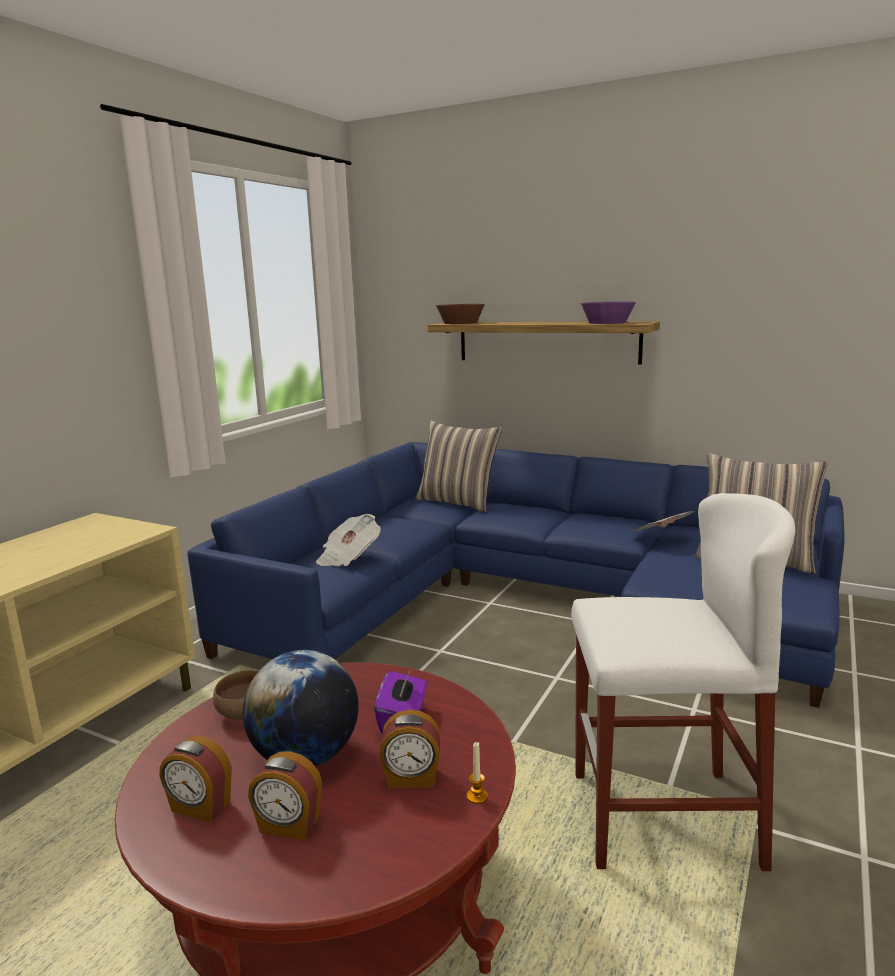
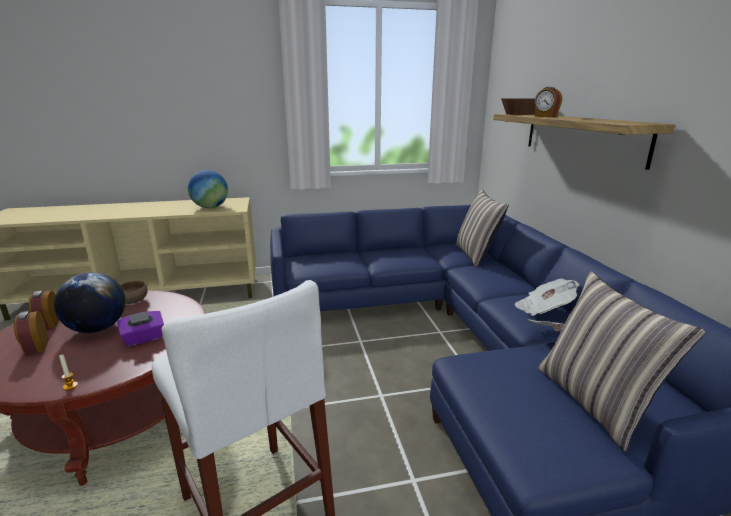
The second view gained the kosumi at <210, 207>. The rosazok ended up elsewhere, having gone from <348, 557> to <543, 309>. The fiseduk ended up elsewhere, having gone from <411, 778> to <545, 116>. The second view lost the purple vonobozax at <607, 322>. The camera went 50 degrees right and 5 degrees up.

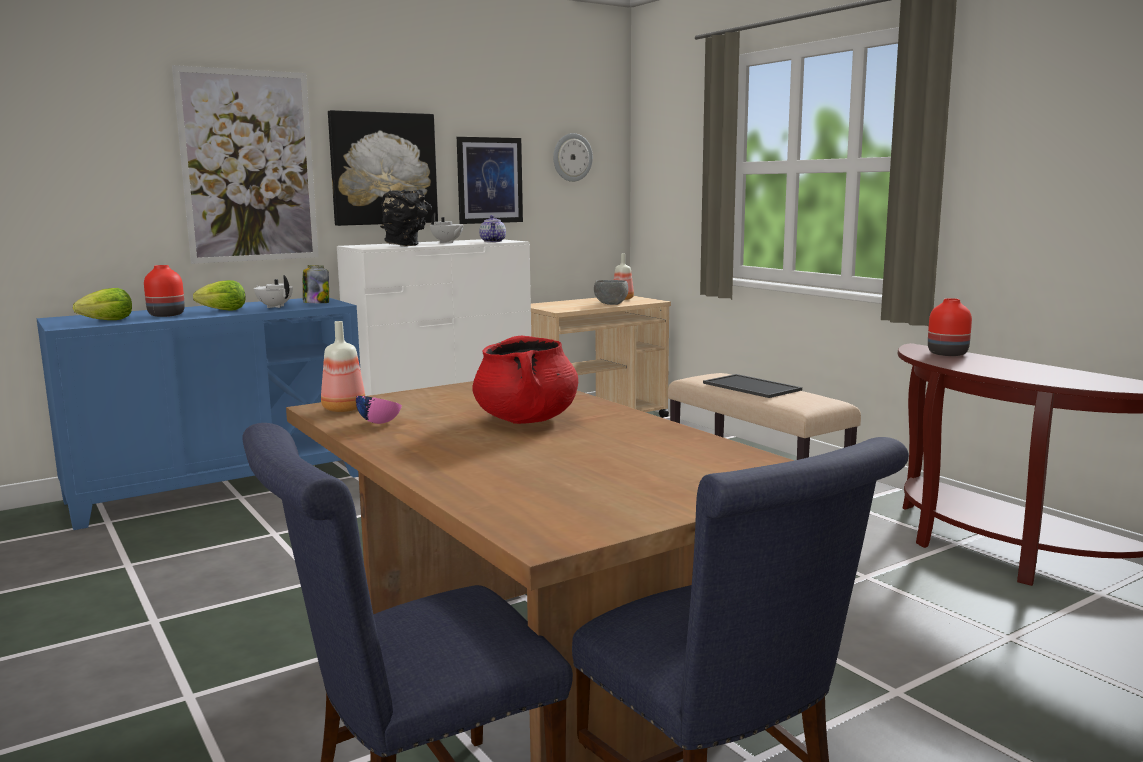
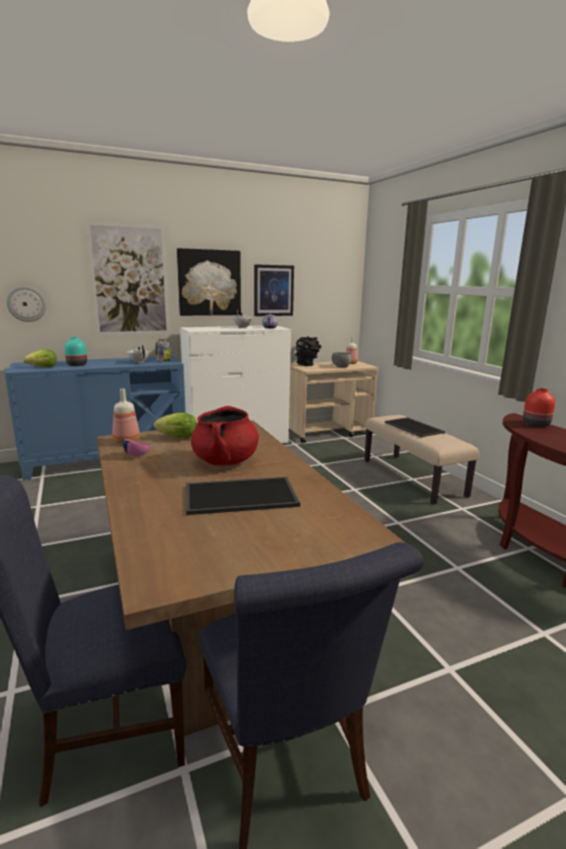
The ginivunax ended up elsewhere, having gone from <572, 157> to <26, 304>. What was the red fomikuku at <165, 315> turned into the turquoise fomikuku at <76, 365>. The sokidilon ended up elsewhere, having gone from <223, 310> to <178, 438>. The second view gained the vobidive at <241, 495>. The black fomikuku ended up elsewhere, having gone from <406, 245> to <307, 365>. The camera went 10 degrees right and 5 degrees up.

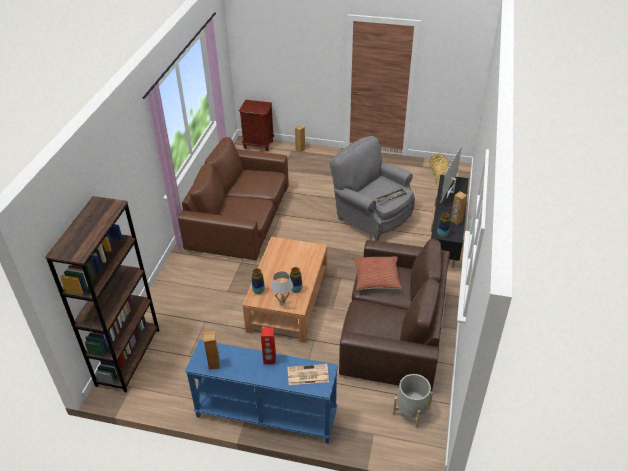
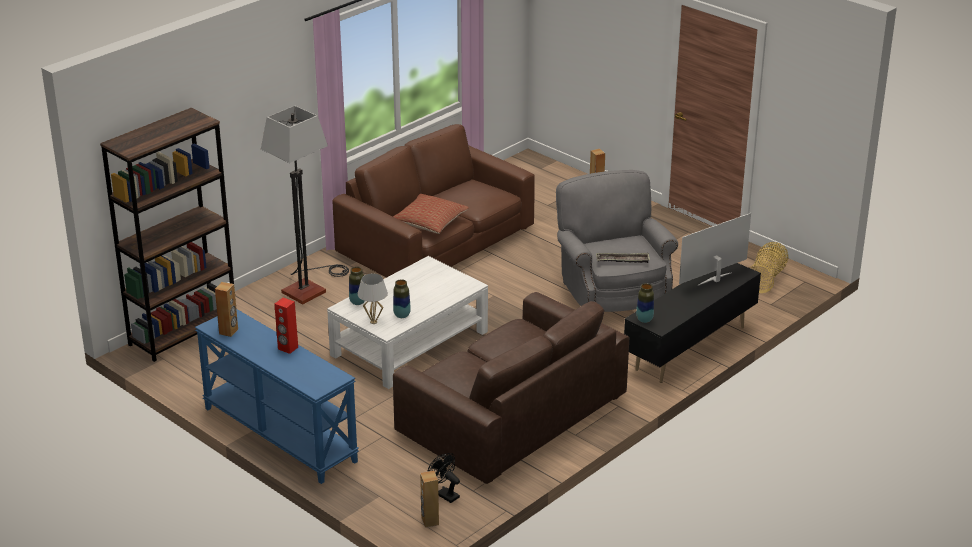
The second view gained the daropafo at <310, 287>. What was the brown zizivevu at <288, 301> turned into the white zizivevu at <409, 344>. The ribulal ended up elsewhere, having gone from <376, 278> to <429, 222>. The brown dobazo ended up elsewhere, having gone from <456, 221> to <429, 521>. Where the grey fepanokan stood at <411, 411>, the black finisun came to stand at <444, 494>. The second view lost the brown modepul at <258, 145>. The second view lost the rosazok at <307, 375>. The camera went 30 degrees right and 10 degrees down.

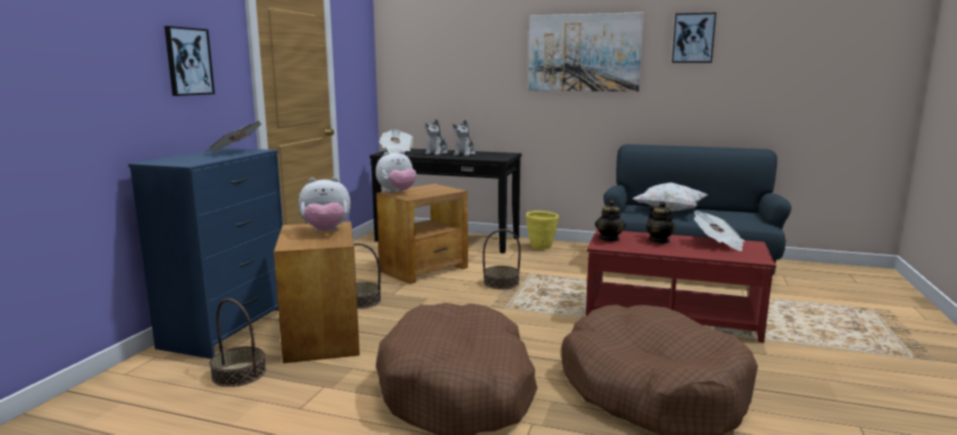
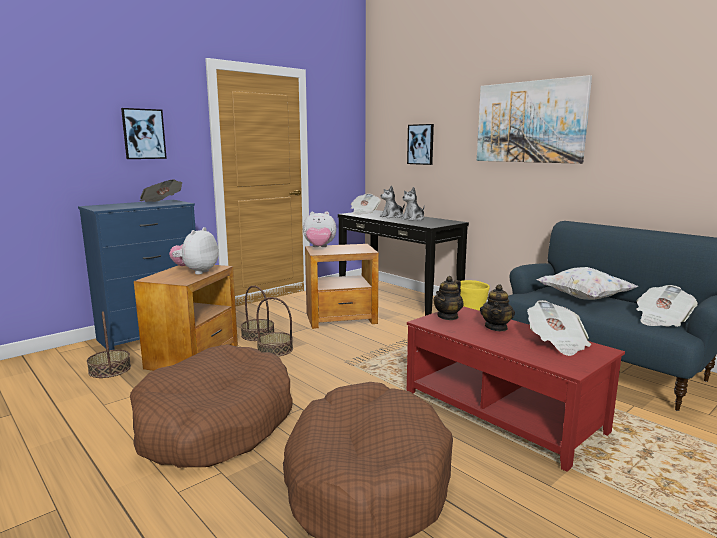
The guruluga at <326, 232> ended up facing another way, 90 degrees clockwise from before. The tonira ended up elsewhere, having gone from <501, 283> to <275, 350>. The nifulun ended up elsewhere, having gone from <693, 38> to <421, 144>. The second view gained the rosazok at <661, 320>. The camera went 30 degrees right and 0 degrees up.

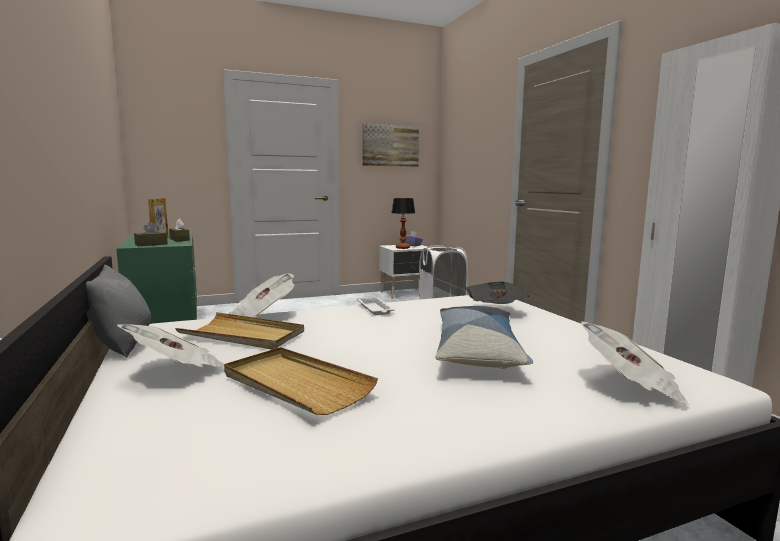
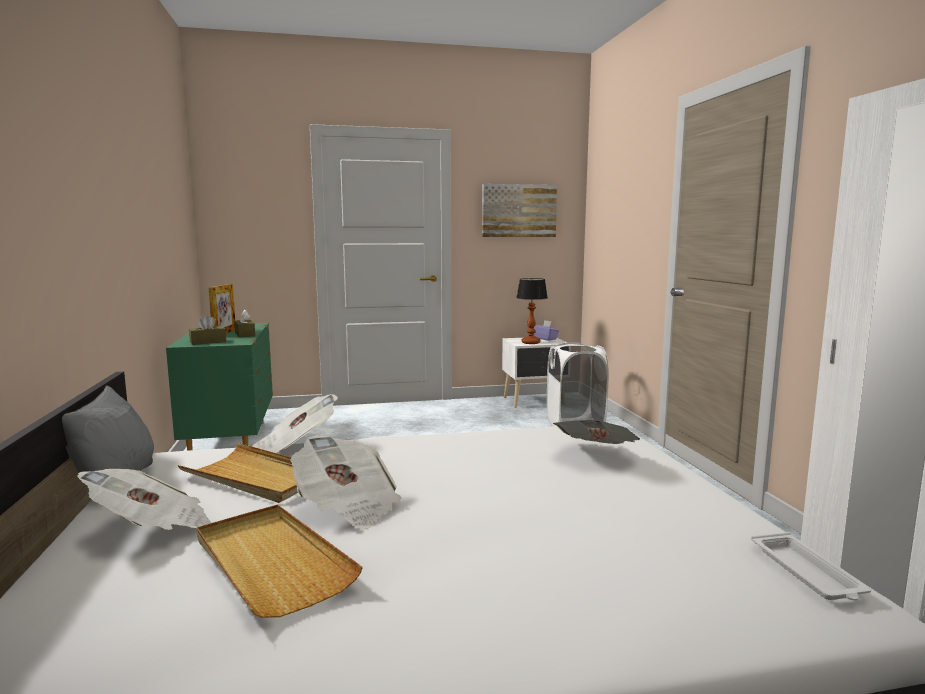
The rosazok ended up elsewhere, having gone from <631, 386> to <347, 507>. The white vobidive ended up elsewhere, having gone from <375, 309> to <807, 573>. The second view lost the ribulal at <477, 350>. The camera went 10 degrees right and 0 degrees up.

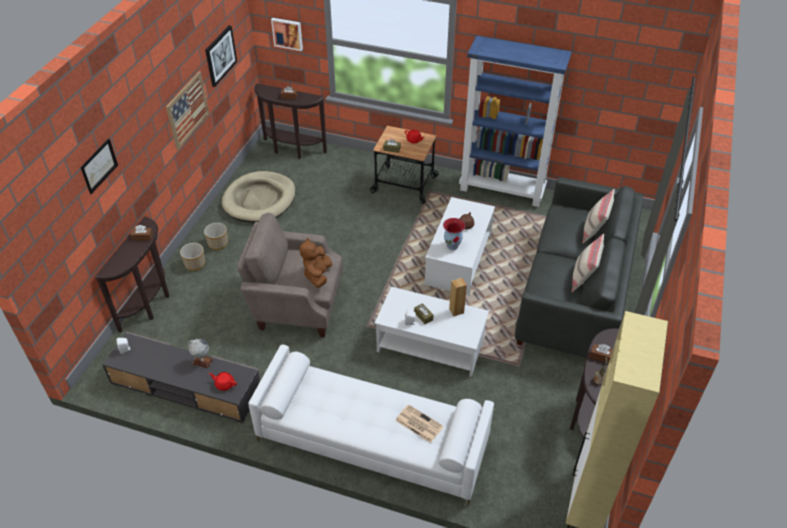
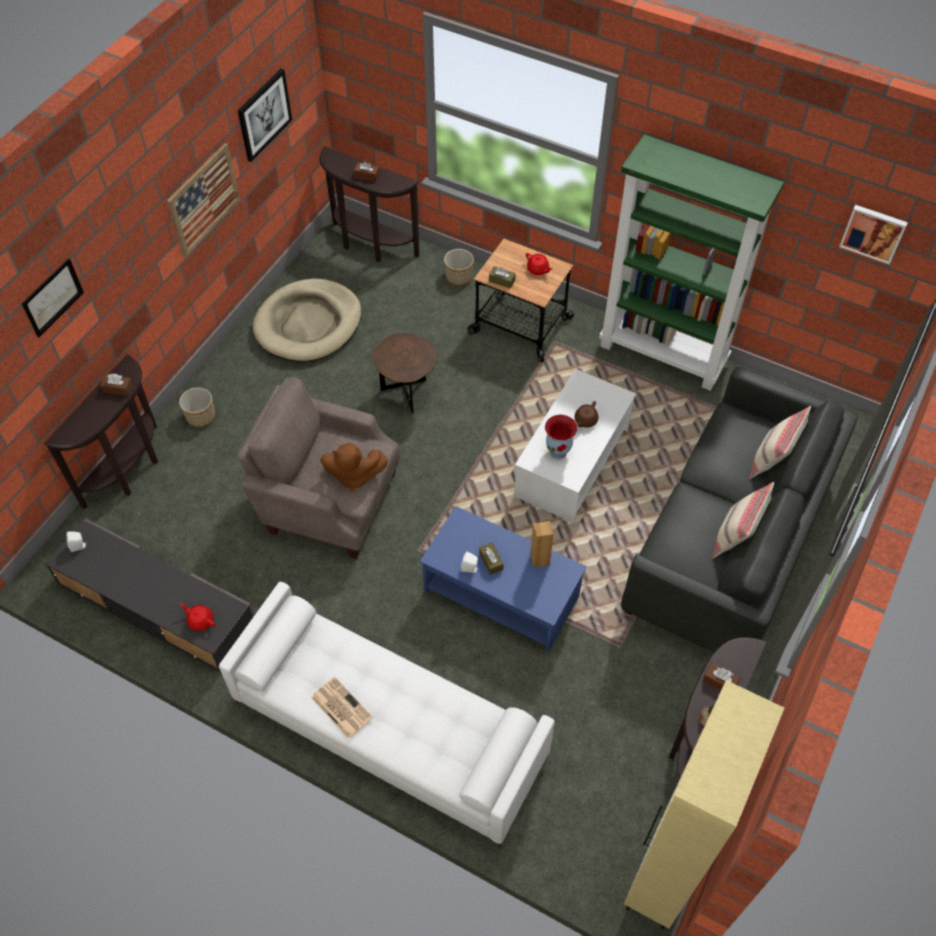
The rosazok ended up elsewhere, having gone from <418, 423> to <340, 707>. The brown guruluga at <317, 275> ended up facing another way, 105 degrees counterclockwise from before. The second view gained the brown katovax at <407, 396>. What was the white zizivevu at <430, 345> turned into the blue zizivevu at <500, 594>. The fepanokan ended up elsewhere, having gone from <218, 243> to <459, 276>. What was the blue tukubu at <502, 190> turned into the green tukubu at <663, 354>. The nifulun ended up elsewhere, having gone from <287, 33> to <873, 232>. The second view lost the kosumi at <202, 361>. The camera went 10 degrees right and 10 degrees up.

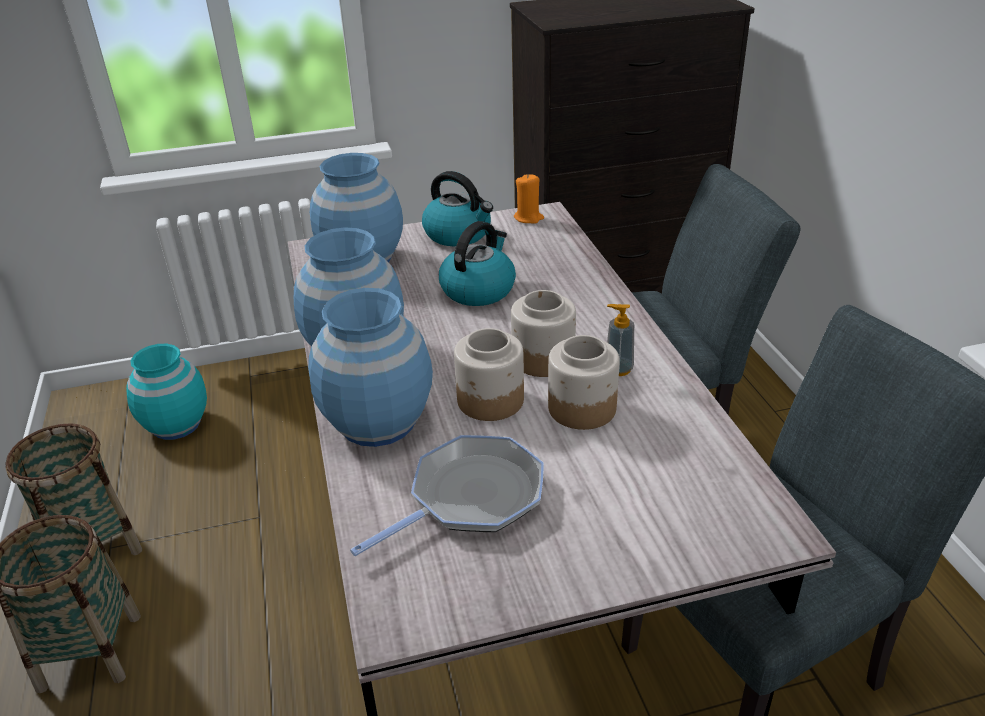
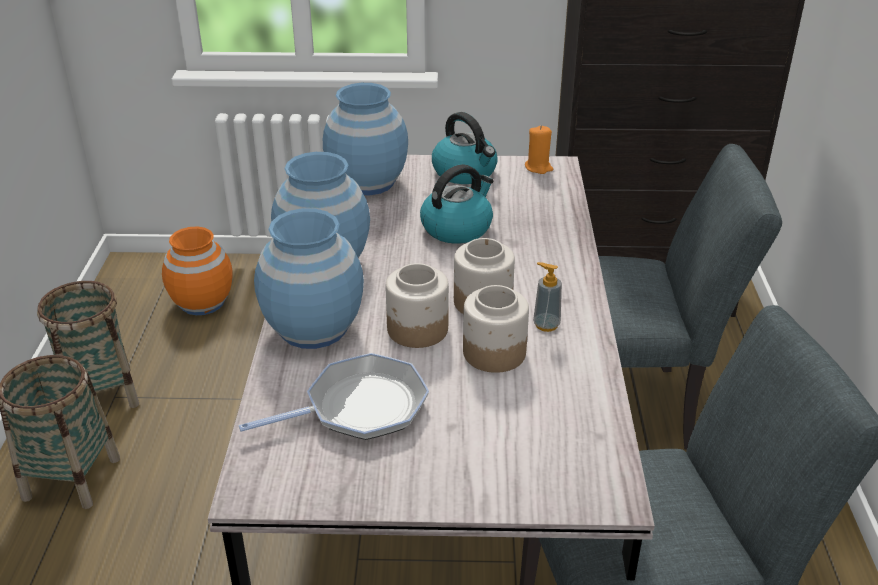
What was the turquoise fomikuku at <176, 425> turned into the orange fomikuku at <202, 303>. The camera went 15 degrees right and 0 degrees up.

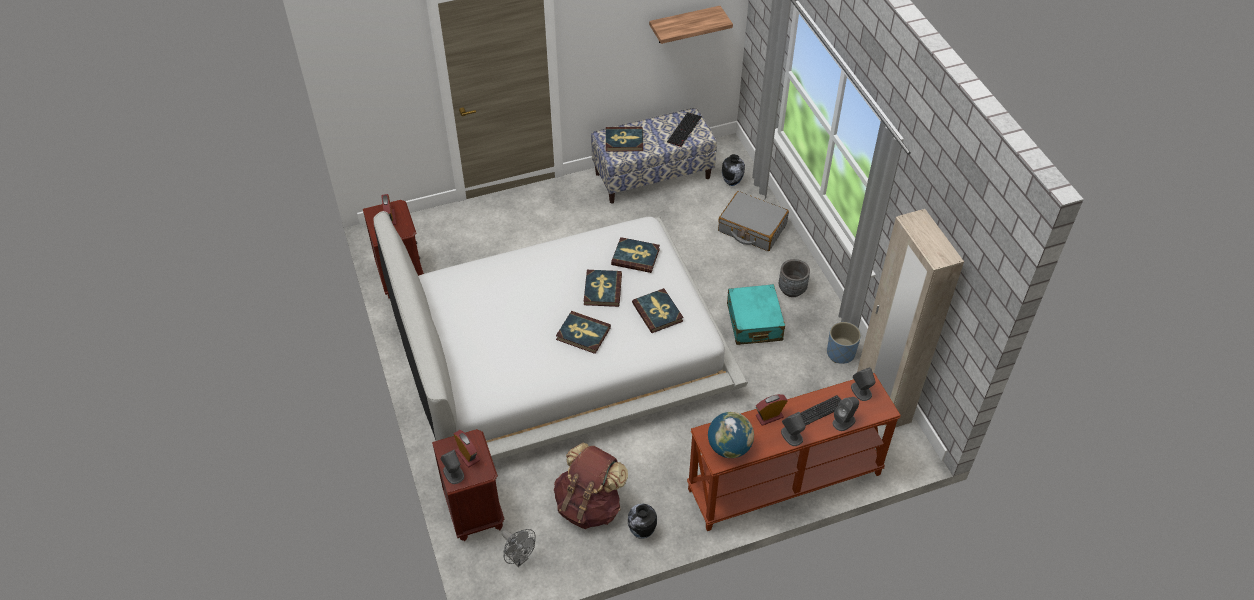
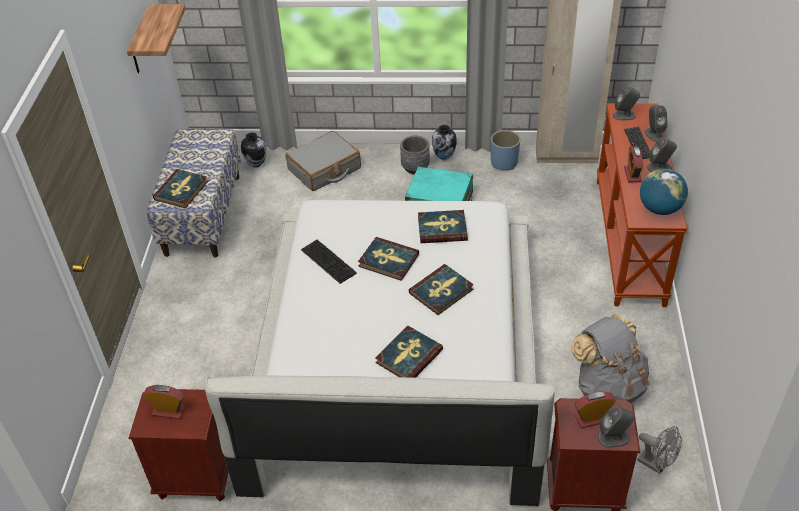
The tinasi ended up elsewhere, having gone from <684, 130> to <329, 261>. The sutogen ended up elsewhere, having gone from <635, 256> to <408, 356>. The fomikuku ended up elsewhere, having gone from <641, 532> to <444, 157>. What was the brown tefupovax at <589, 505> turned into the grey tefupovax at <608, 386>. The grey finisun at <519, 558> ended up facing another way, 60 degrees clockwise from before. The camera went 65 degrees left and 5 degrees down.

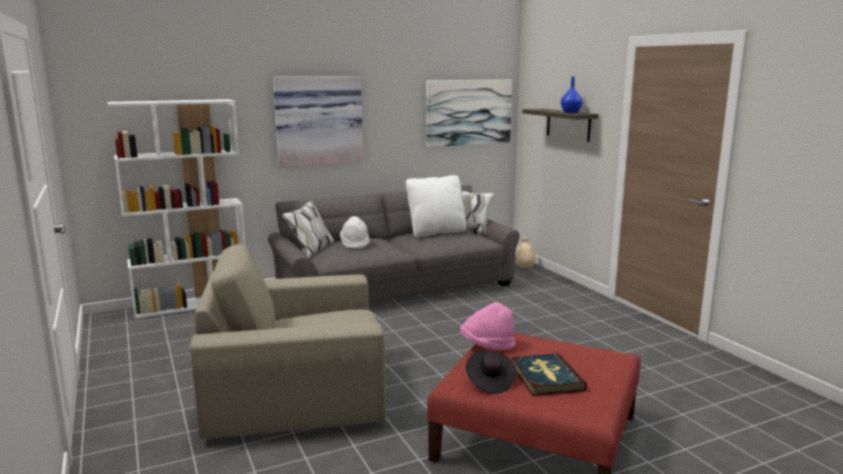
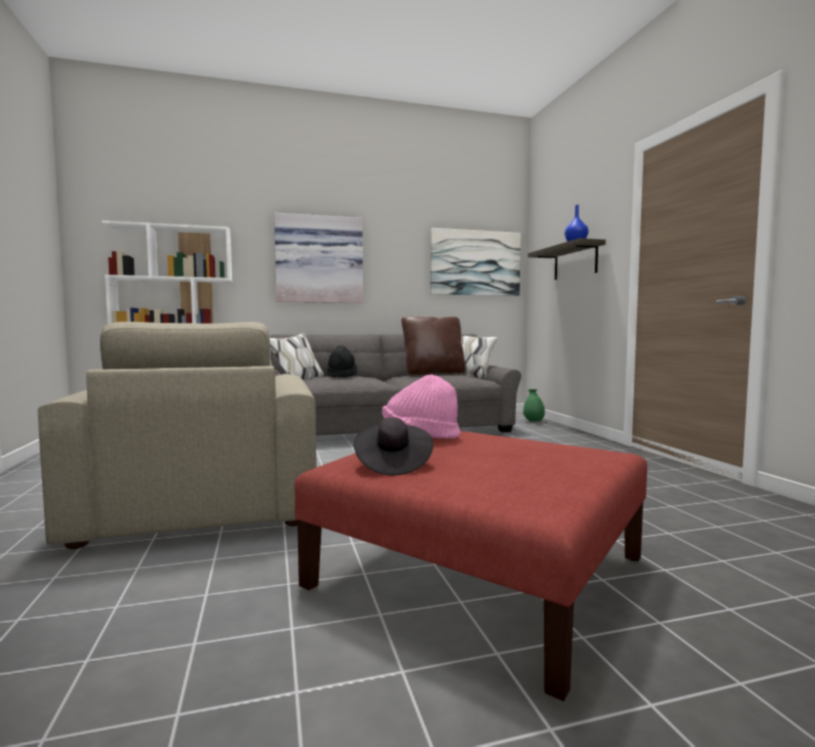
The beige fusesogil at <297, 391> ended up facing another way, 105 degrees counterclockwise from before. What was the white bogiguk at <355, 244> turned into the black bogiguk at <342, 376>. What was the white ribulal at <436, 232> turned into the brown ribulal at <433, 373>. What was the beige fomikuku at <525, 268> turned into the green fomikuku at <533, 421>. The second view lost the sutogen at <546, 377>. The camera went 10 degrees right and 10 degrees down.

